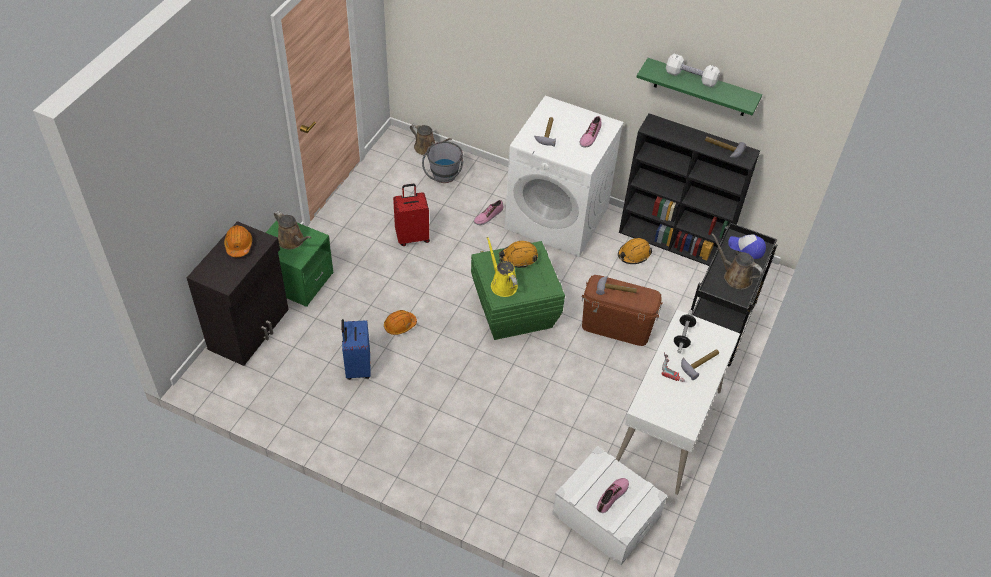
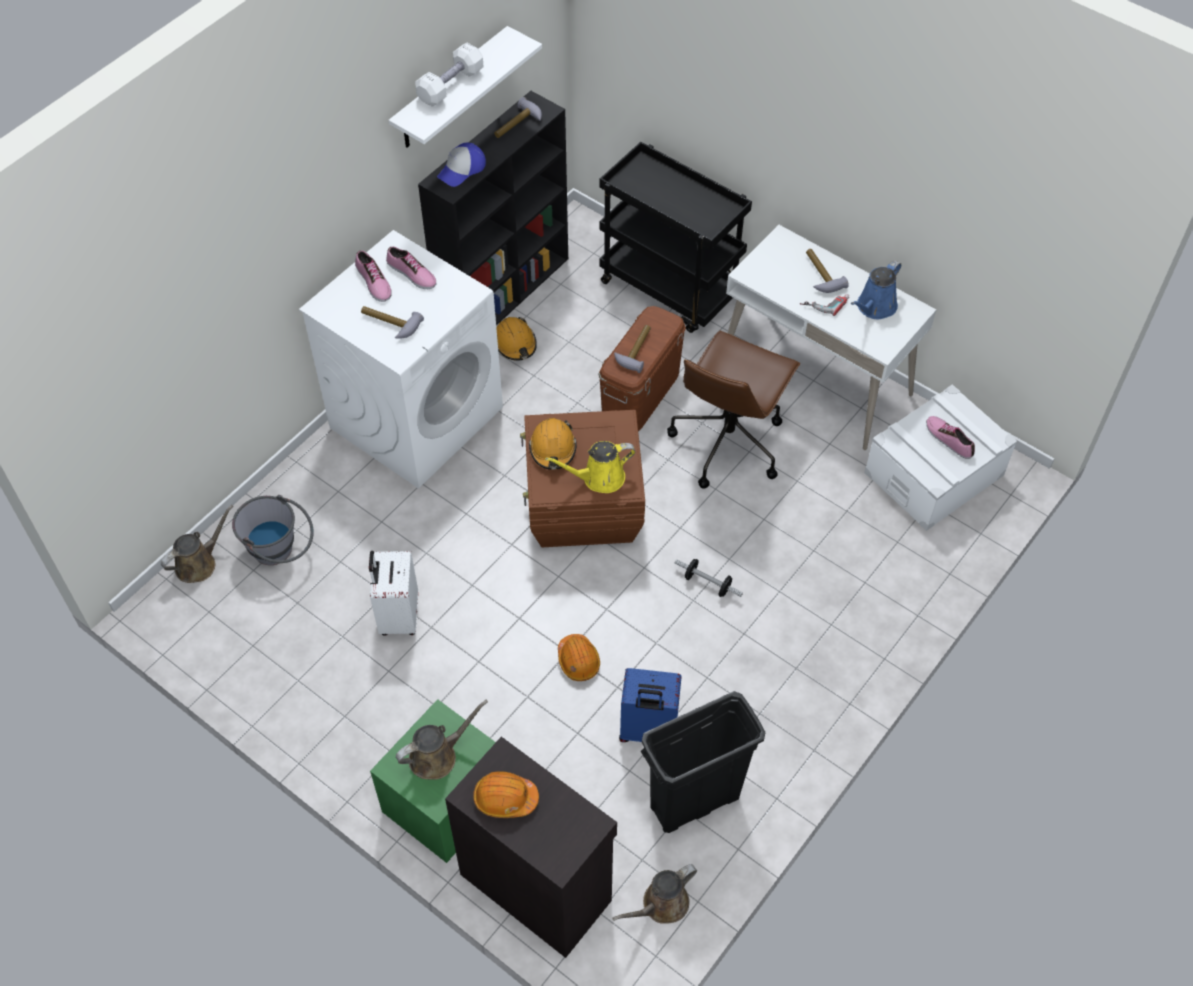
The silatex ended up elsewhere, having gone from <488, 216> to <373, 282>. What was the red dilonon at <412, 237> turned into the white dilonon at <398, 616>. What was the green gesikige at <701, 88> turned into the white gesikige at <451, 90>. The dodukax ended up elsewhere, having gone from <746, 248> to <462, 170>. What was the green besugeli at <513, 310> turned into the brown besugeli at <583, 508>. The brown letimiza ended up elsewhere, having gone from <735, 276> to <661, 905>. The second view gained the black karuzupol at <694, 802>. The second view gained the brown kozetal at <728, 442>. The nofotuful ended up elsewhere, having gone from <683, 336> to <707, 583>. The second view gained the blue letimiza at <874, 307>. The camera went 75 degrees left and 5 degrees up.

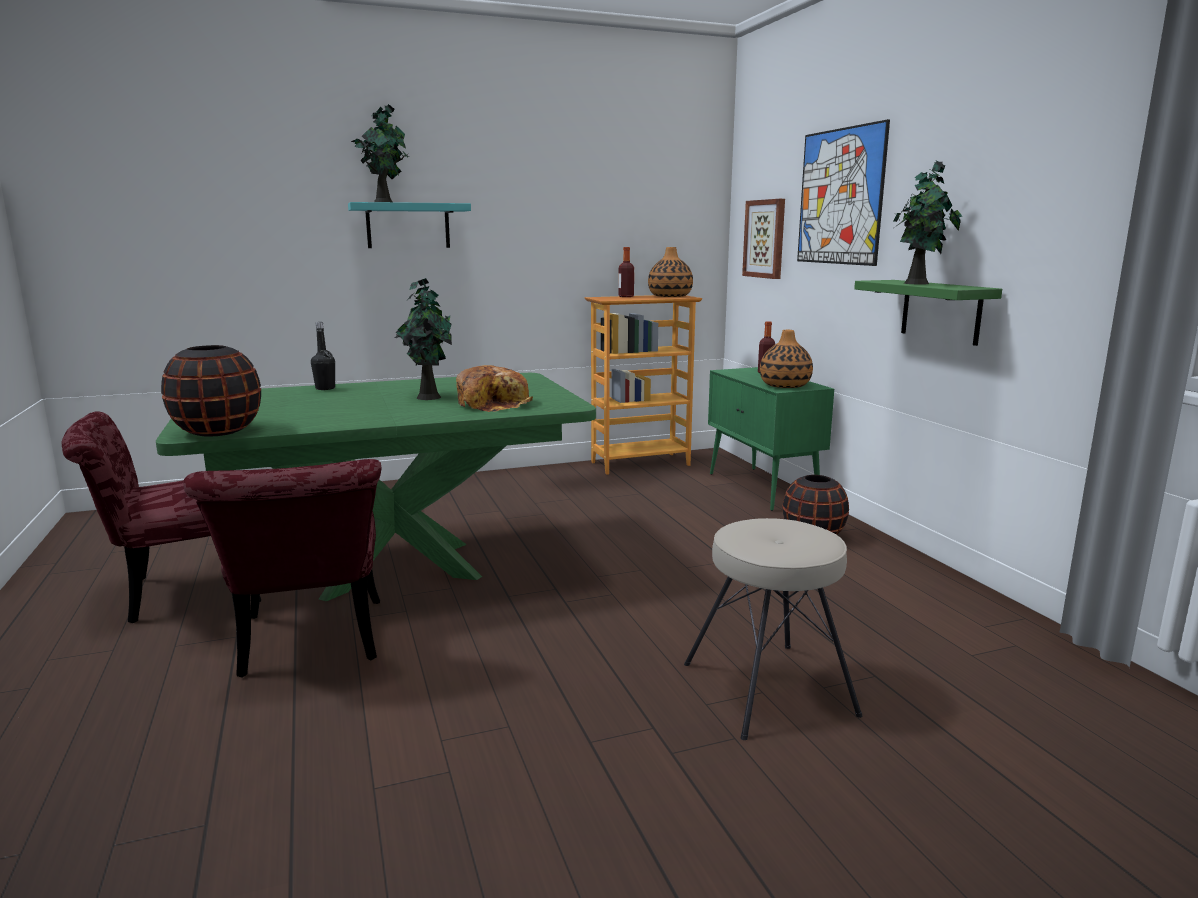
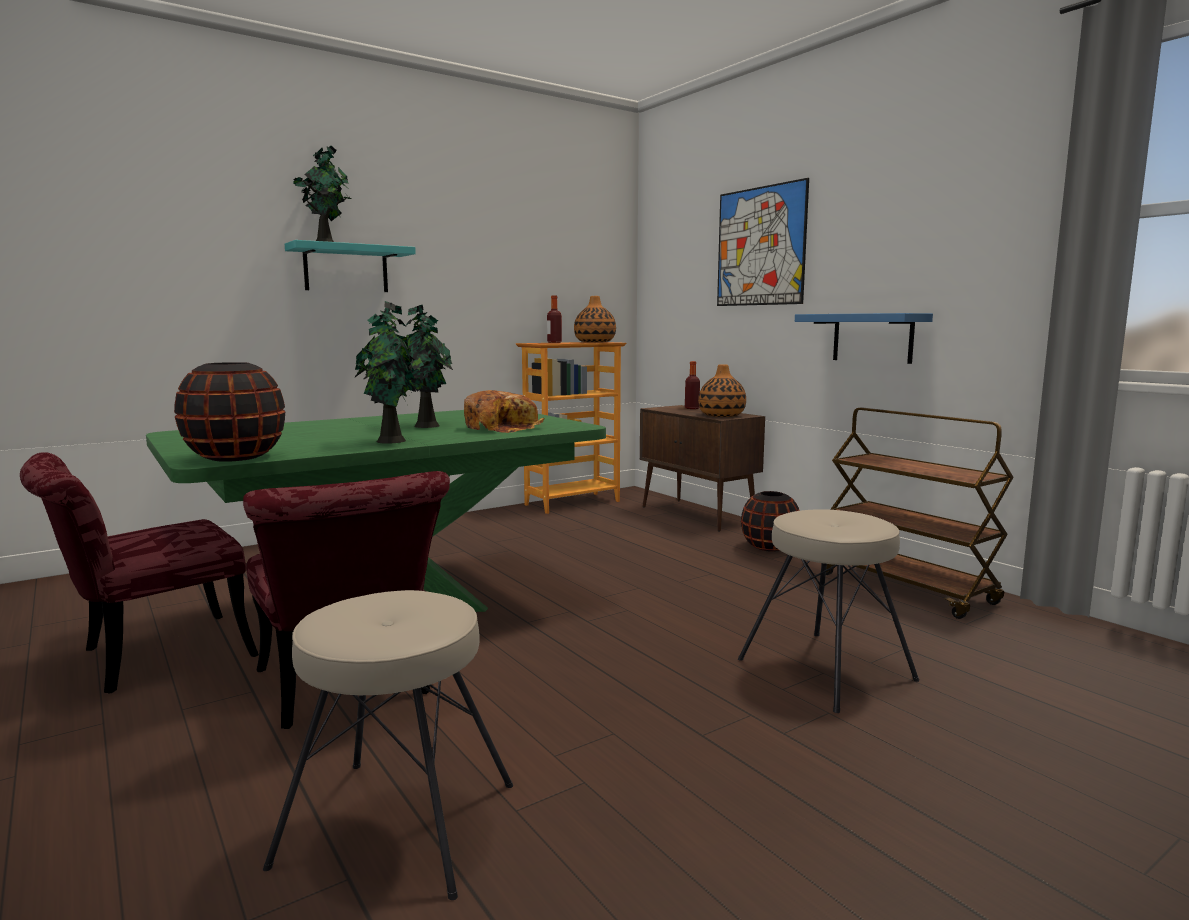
The second view gained the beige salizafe at <397, 825>. The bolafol ended up elsewhere, having gone from <918, 283> to <393, 441>. What was the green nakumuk at <763, 488> turned into the brown nakumuk at <698, 515>. What was the green gesikige at <941, 311> turned into the blue gesikige at <872, 338>. The second view gained the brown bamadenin at <908, 589>. The second view lost the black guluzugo at <325, 388>. The second view lost the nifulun at <765, 239>. The camera went 15 degrees left and 5 degrees down.

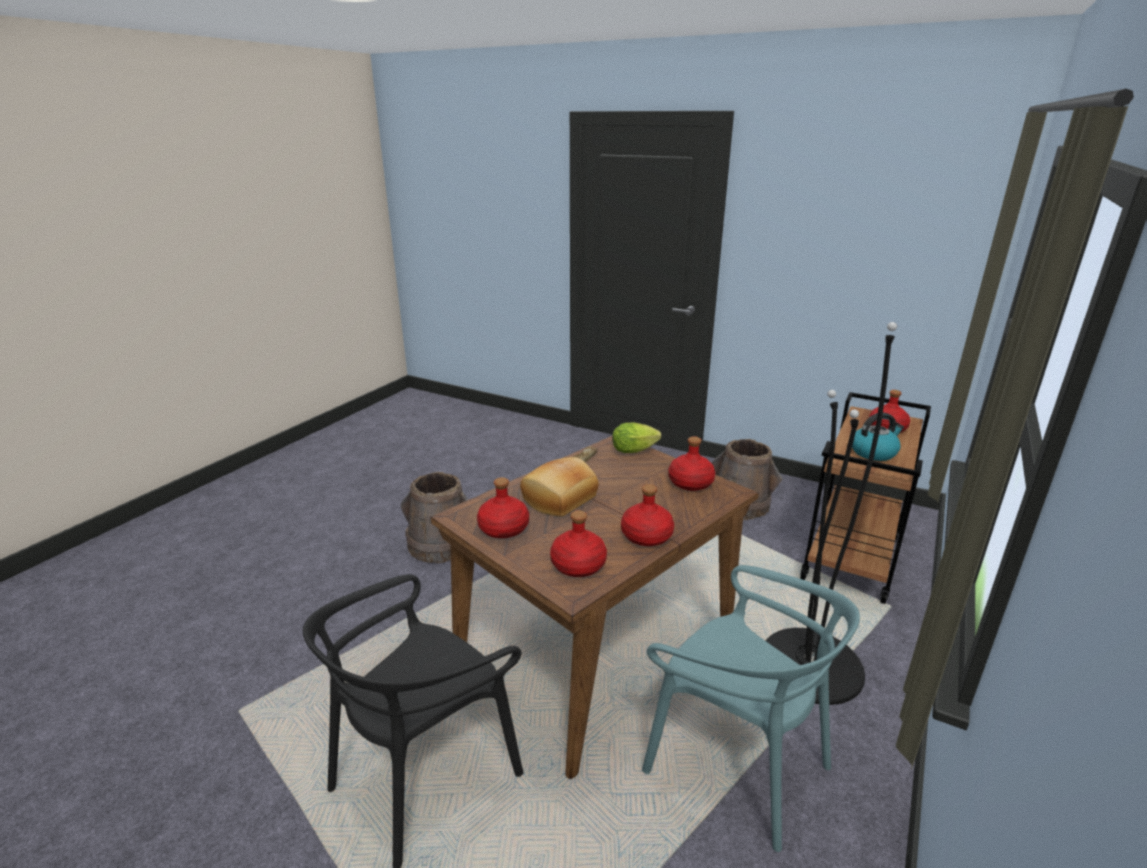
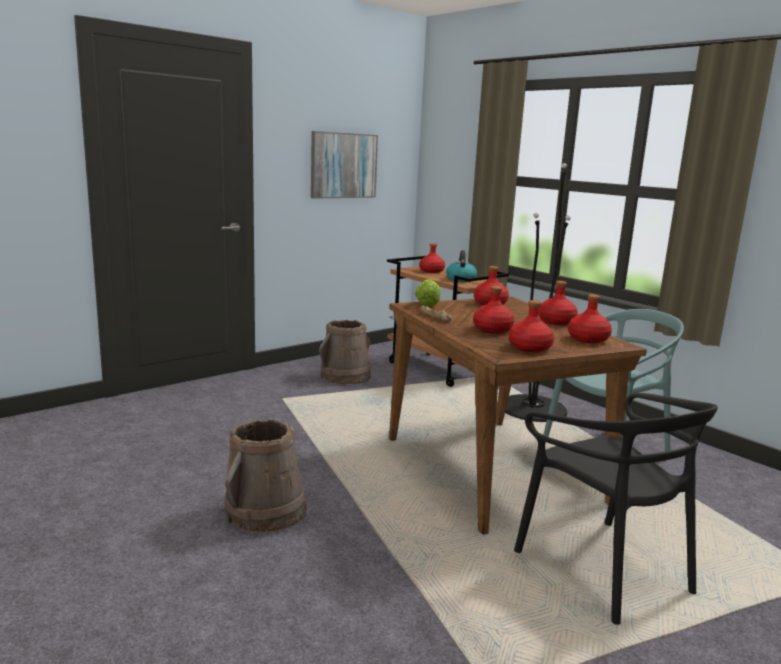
The second view gained the nifulun at <343, 165>. Where the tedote stood at <560, 499>, the red guluzugo came to stand at <493, 330>. The camera went 70 degrees left and 10 degrees down.

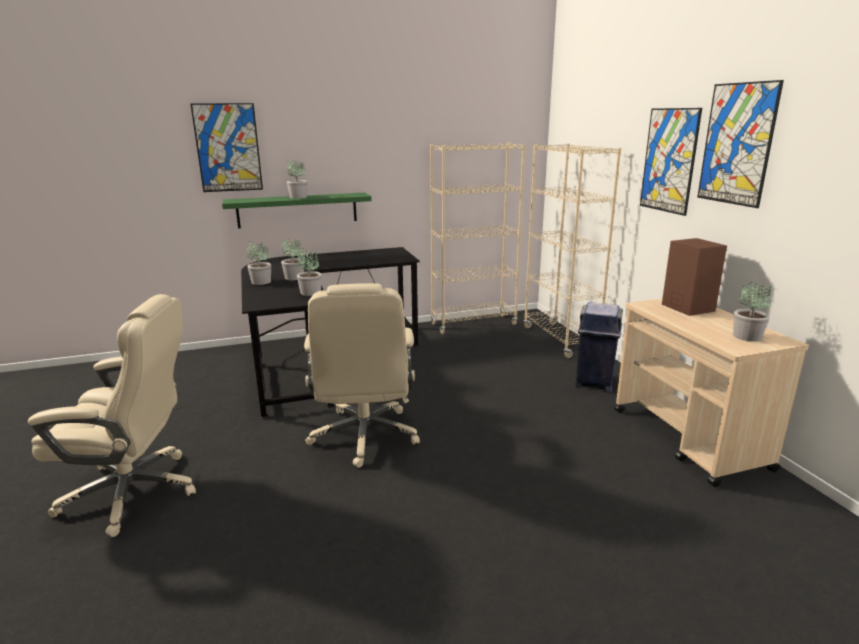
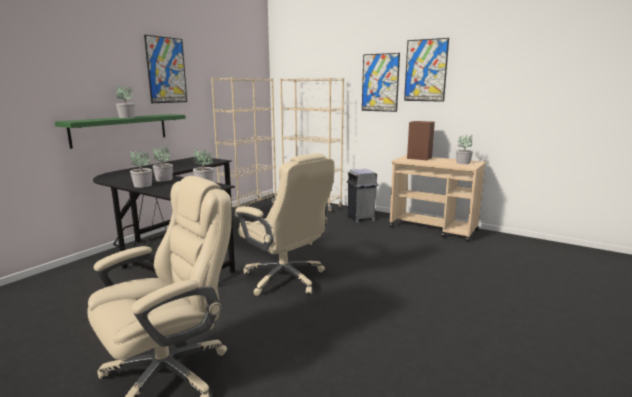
The nifulun ended up elsewhere, having gone from <228, 148> to <166, 70>. What was the blue karuzupol at <594, 383> turned into the grey karuzupol at <360, 218>. The camera went 40 degrees left and 5 degrees down.

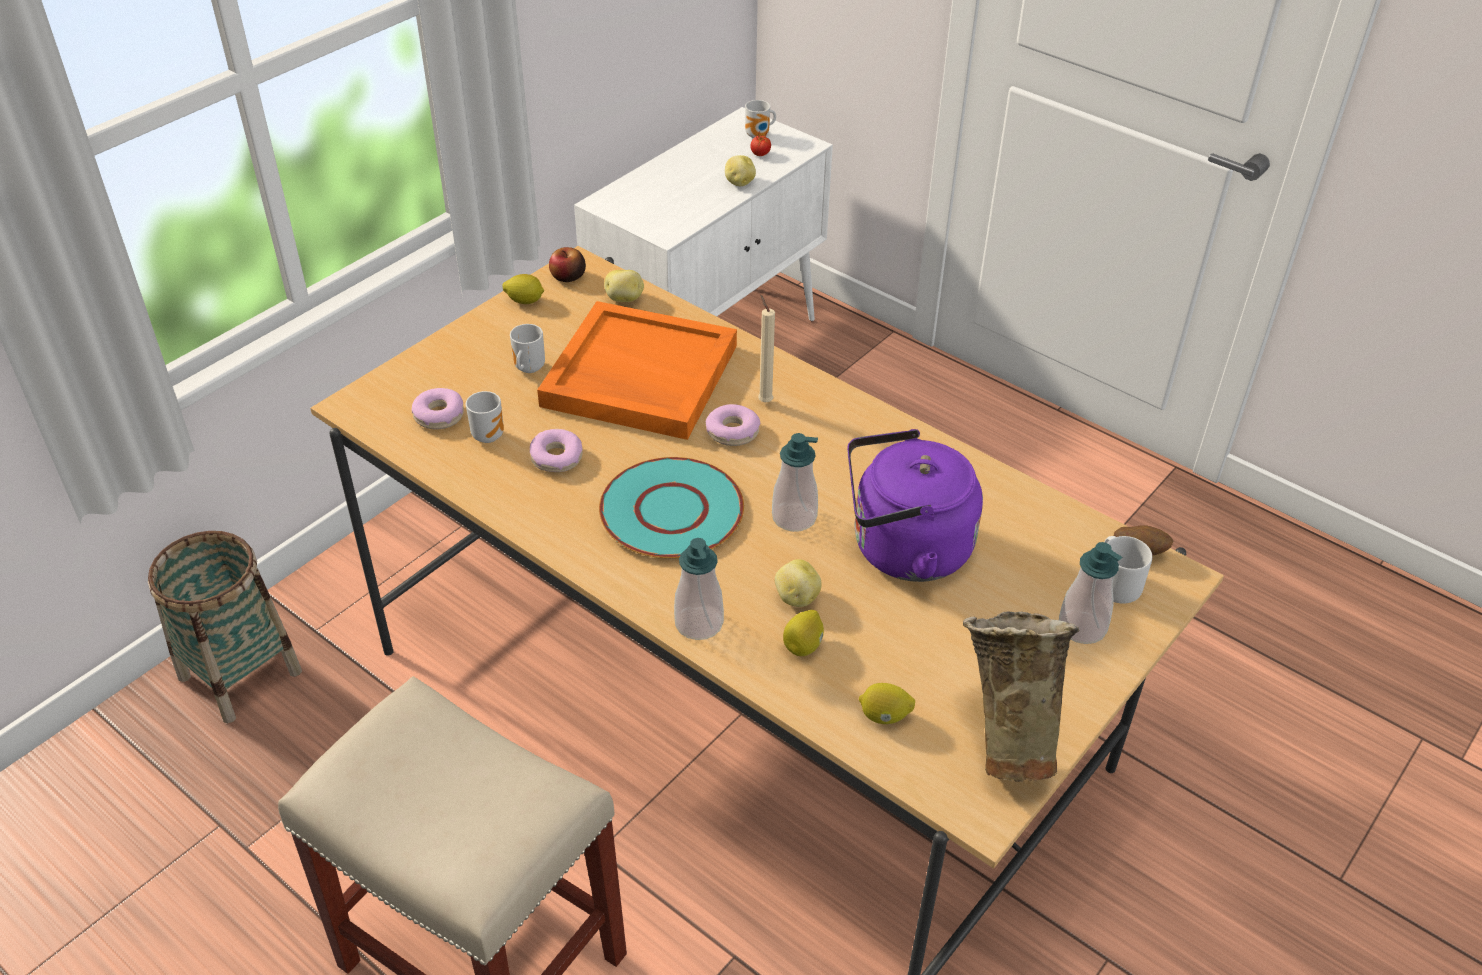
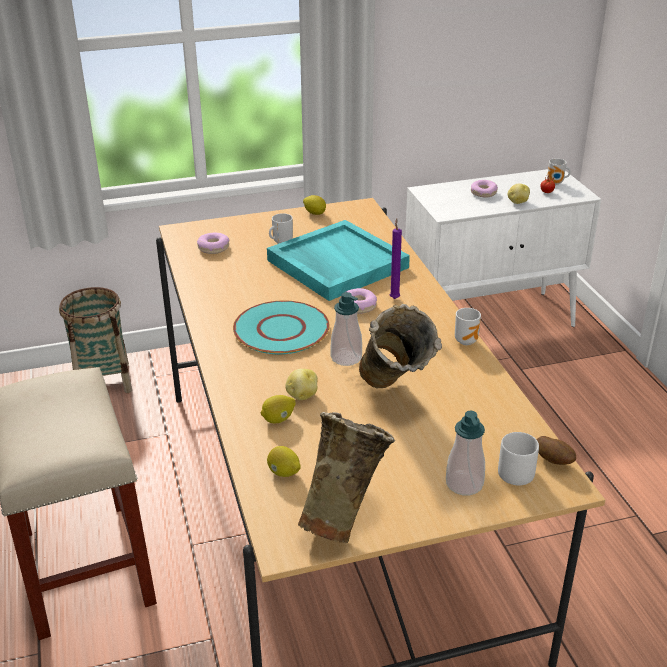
What was the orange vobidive at <638, 376> turned into the turquoise vobidive at <336, 264>. Where the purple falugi stood at <903, 550>, the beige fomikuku came to stand at <393, 398>. What was the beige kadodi at <764, 400> turned into the purple kadodi at <394, 298>. The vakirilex ended up elsewhere, having gone from <489, 435> to <467, 340>. The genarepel ended up elsewhere, having gone from <556, 458> to <483, 193>. The second view lost the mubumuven at <568, 277>. The second view lost the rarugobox at <625, 299>. The second view lost the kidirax at <699, 623>. The camera went 35 degrees right and 10 degrees down.

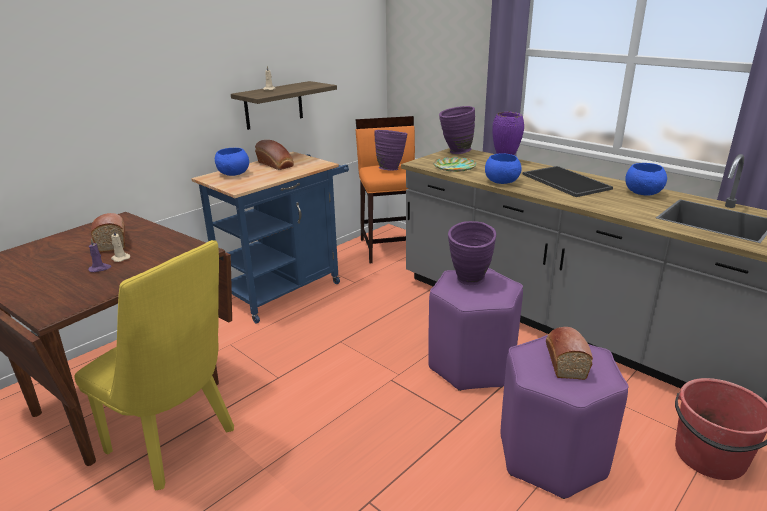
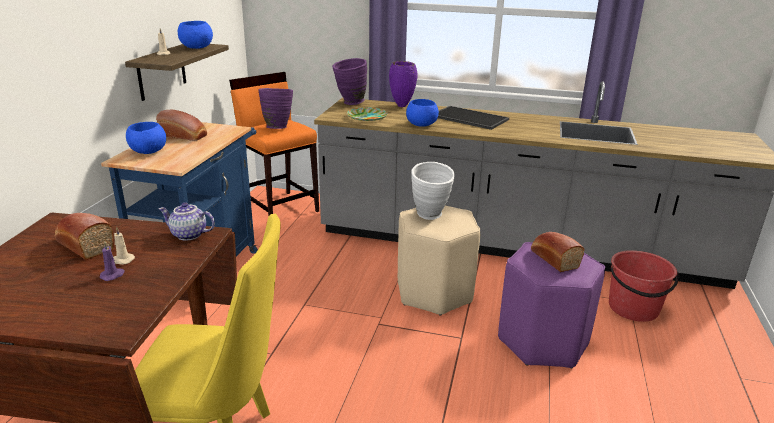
The second view gained the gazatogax at <188, 235>. The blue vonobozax ended up elsewhere, having gone from <642, 193> to <196, 48>. What was the purple salizafe at <472, 365> turned into the beige salizafe at <435, 293>. What was the purple fomikuku at <469, 282> turned into the white fomikuku at <431, 217>. The camera went 30 degrees left and 0 degrees up.

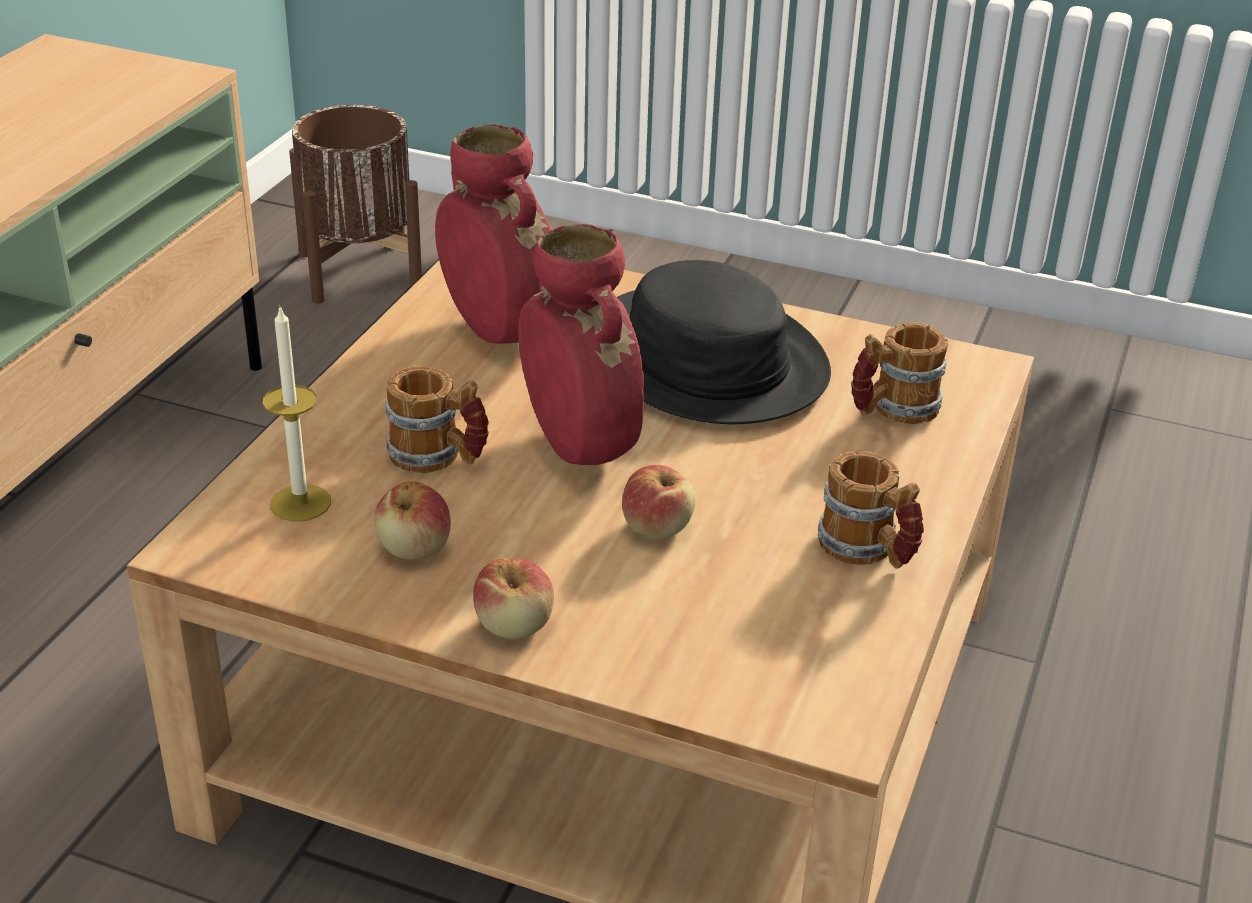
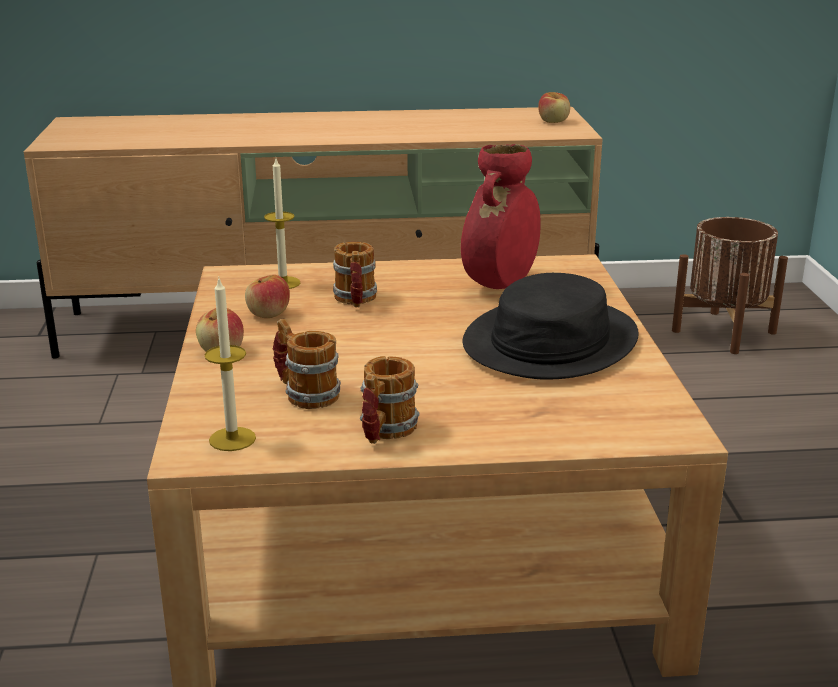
The second view gained the kadodi at <232, 439>. The vakirilex ended up elsewhere, having gone from <892, 410> to <305, 393>. The mubumuven ended up elsewhere, having gone from <657, 527> to <553, 121>. The second view lost the red fomikuku at <580, 449>. The camera went 65 degrees right and 10 degrees down.

